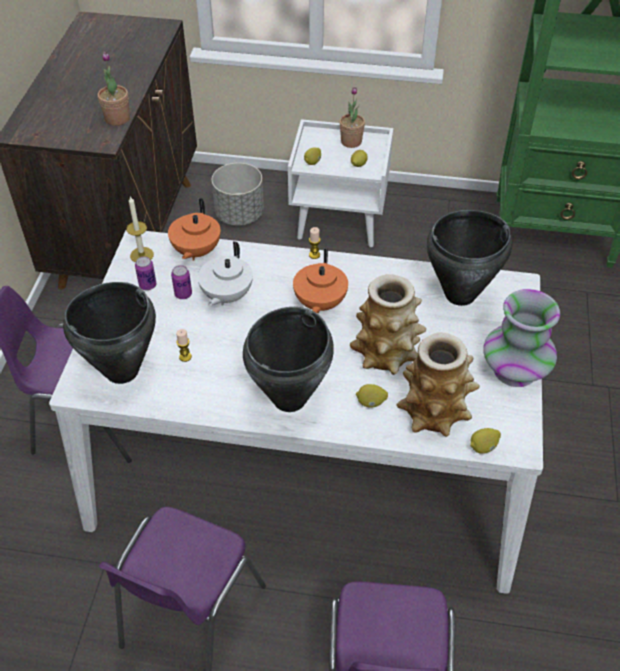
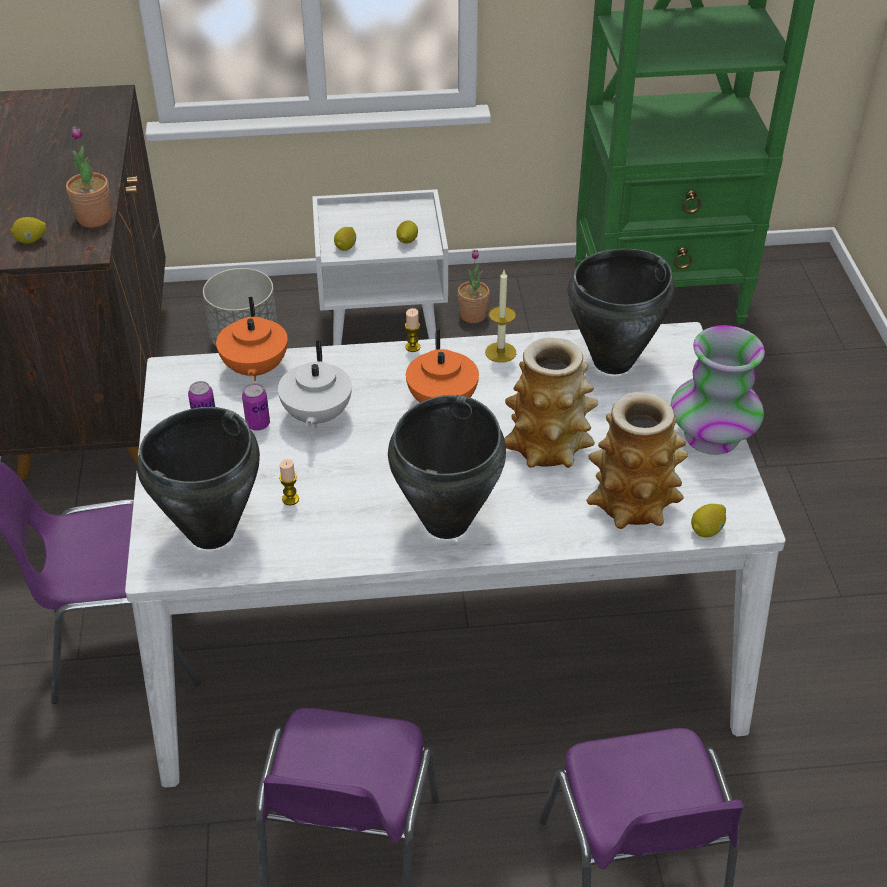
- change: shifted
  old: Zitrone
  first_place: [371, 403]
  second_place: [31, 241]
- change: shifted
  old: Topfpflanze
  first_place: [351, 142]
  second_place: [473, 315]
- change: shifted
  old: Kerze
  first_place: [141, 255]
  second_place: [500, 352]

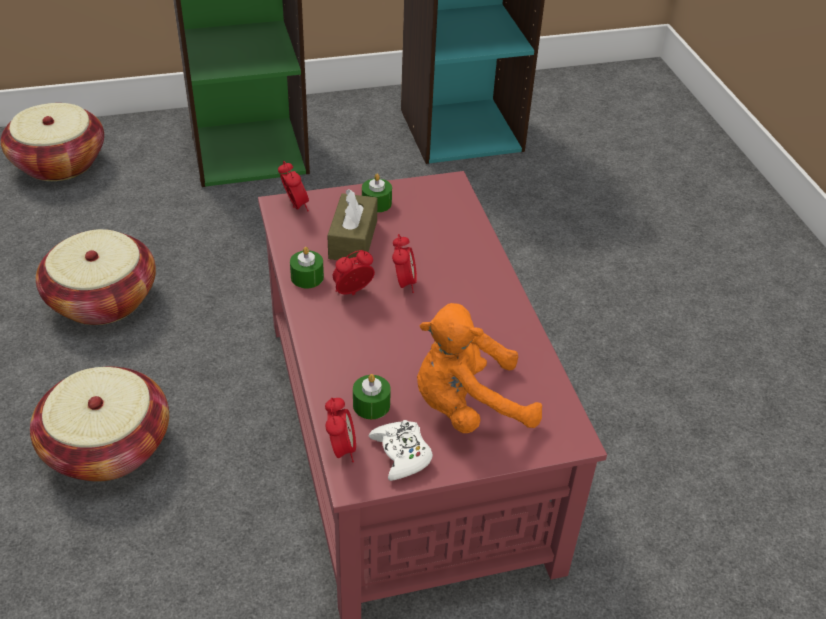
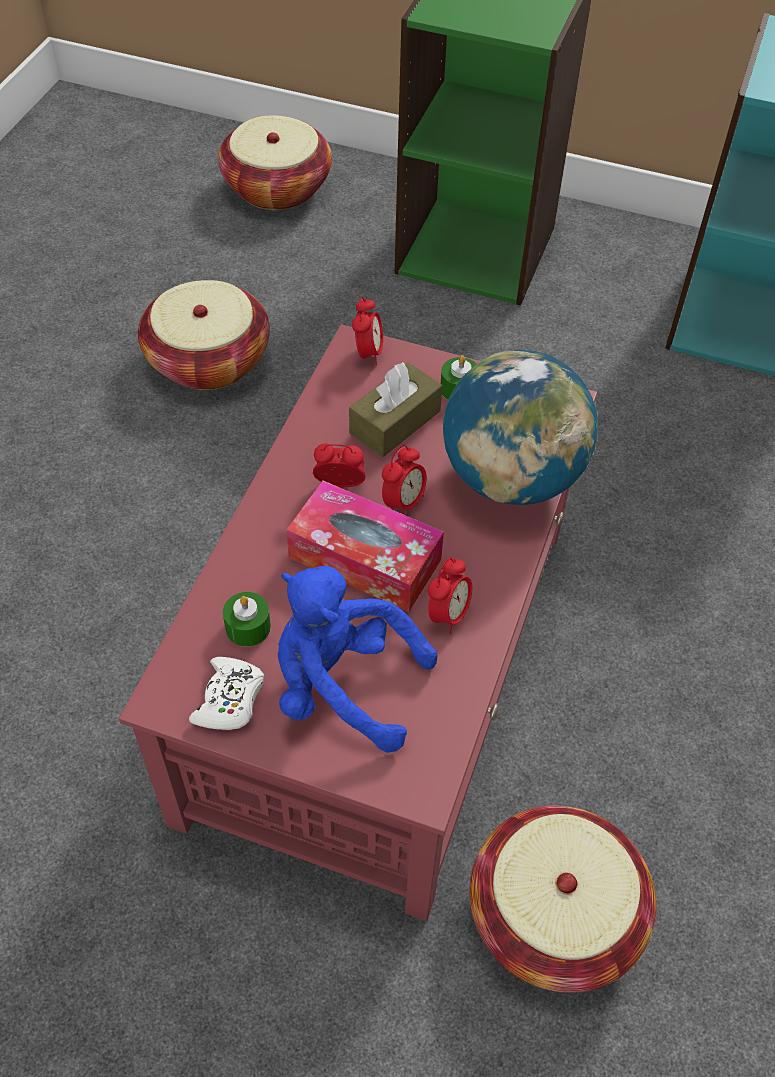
- change: repainted
  old: Plüschtier/orange
  new: Plüschtier/blau
  first_place: [467, 407]
  second_place: [343, 685]
- change: new
  new: Taschentuchbox
  second_place: [365, 558]
- change: shifted
  old: Wecker
  first_place: [341, 449]
  second_place: [448, 614]
- change: new
  new: Globus
  second_place: [511, 478]
- change: shifted
  old: Korb
  first_place: [108, 446]
  second_place: [554, 914]
- change: gone
  old: Kerze/grün
  first_place: [307, 277]

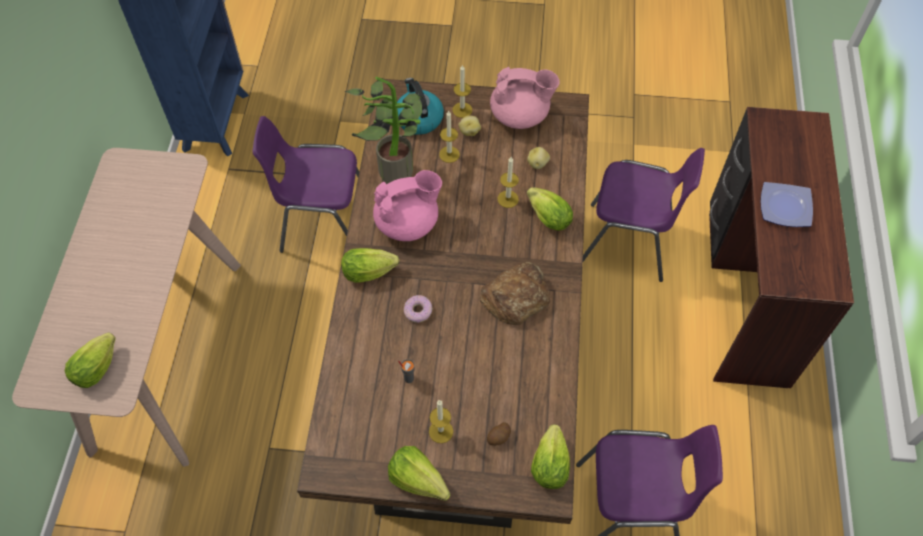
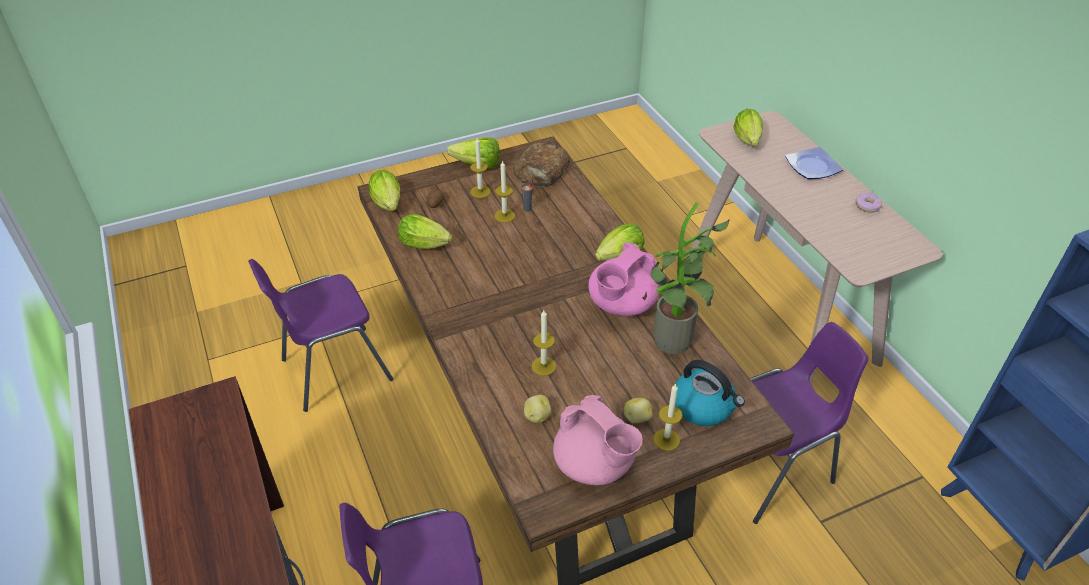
- change: shifted
  old: Salatkopf
  first_place: [546, 216]
  second_place: [427, 245]
- change: shifted
  old: Kerze
  first_place: [449, 154]
  second_place: [504, 216]
- change: shifted
  old: Brot
  first_place: [516, 297]
  second_place: [542, 171]
- change: rotated
  old: Teekanne/rosa
  first_place: [520, 116]
  second_place: [595, 465]
  degrees: -105
- change: shifted
  old: Teller
  first_place: [786, 208]
  second_place: [811, 166]
- change: shifted
  old: Donut
  first_place: [418, 311]
  second_place: [867, 206]

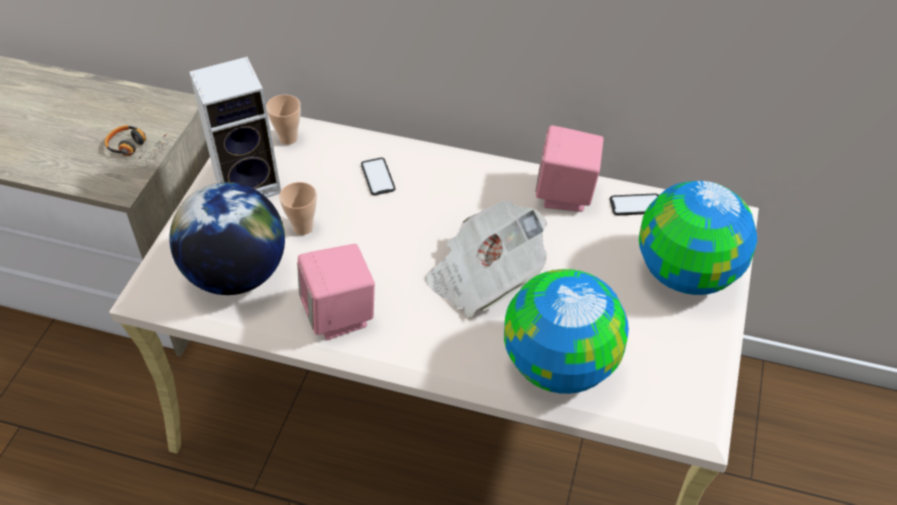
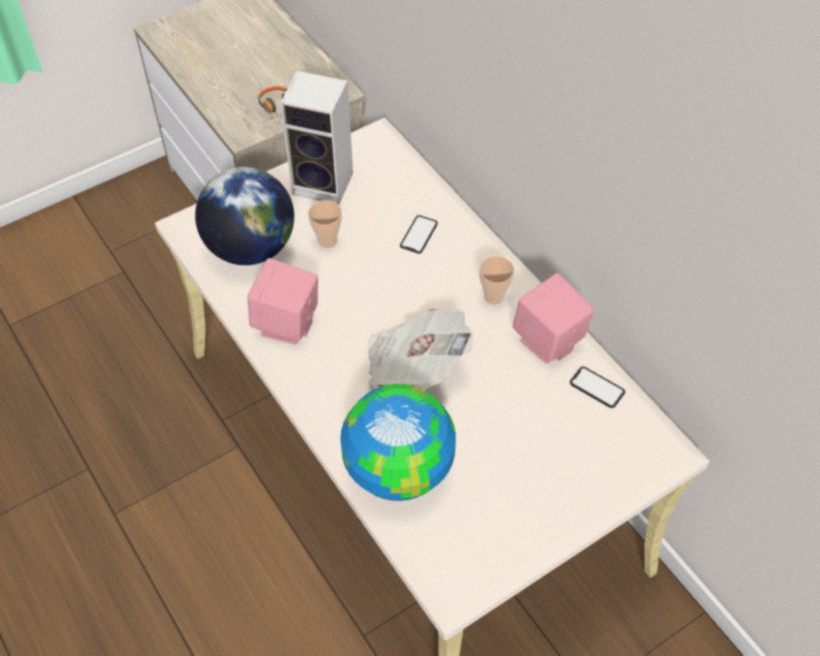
- change: shifted
  old: Tasse
  first_place: [288, 138]
  second_place: [494, 297]
- change: gone
  old: Globus
  first_place: [687, 274]

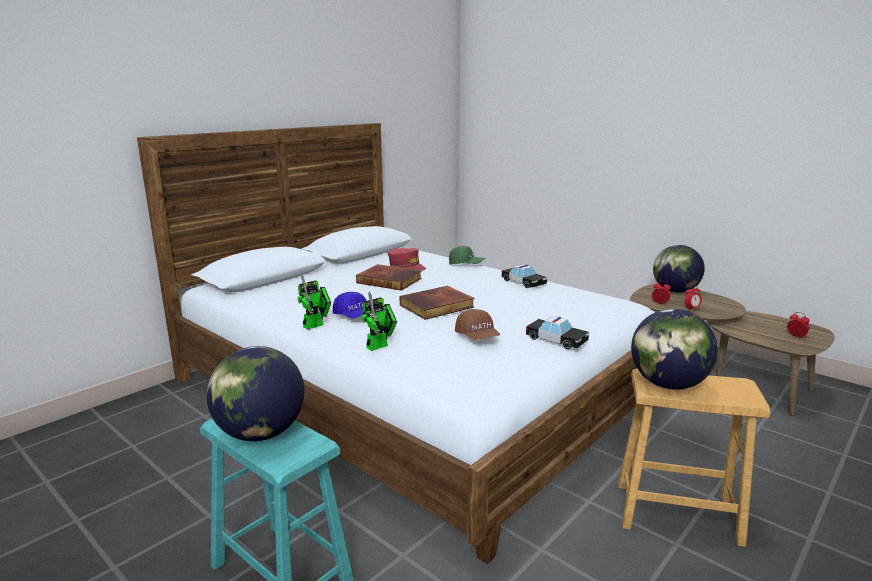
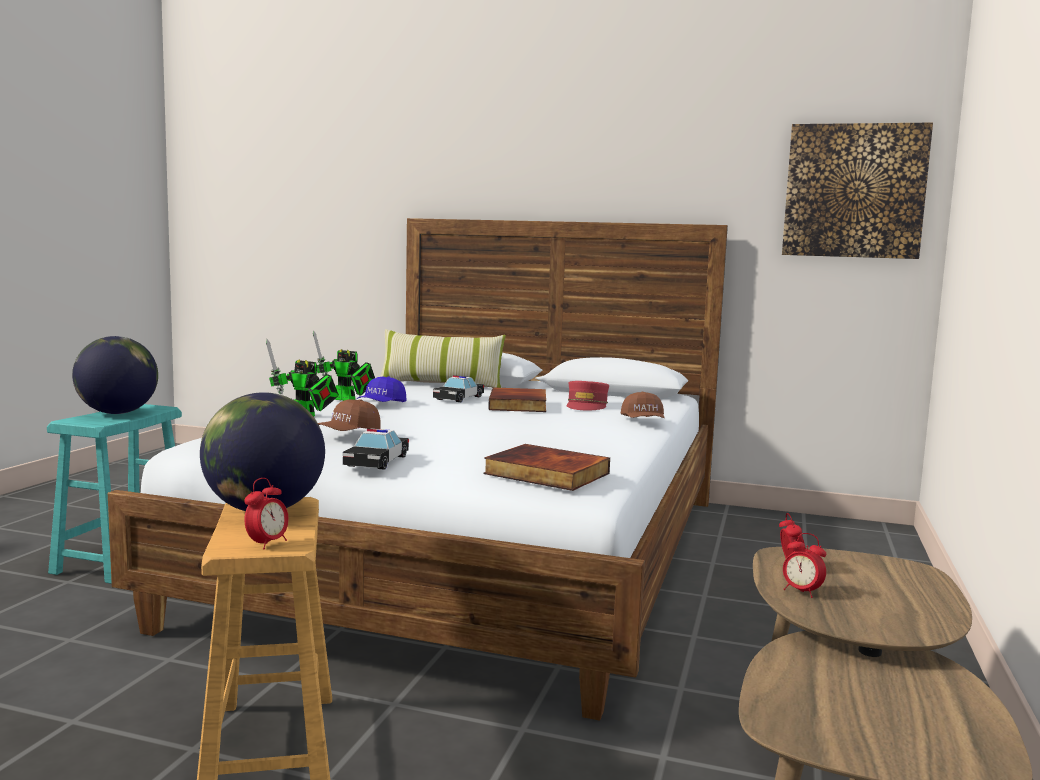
- change: shifted
  old: Wecker
  first_place: [796, 337]
  second_place: [267, 544]
- change: new
  new: Kissen
  second_place: [441, 385]
- change: shifted
  old: Spielzeugauto
  first_place: [523, 282]
  second_place: [458, 398]
- change: shifted
  old: Buch
  first_place: [437, 306]
  second_place: [545, 474]
- change: repainted
  old: Kappe/grün
  new: Kappe/braun
  first_place: [466, 264]
  second_place: [643, 421]
- change: new
  new: Bild
  second_place: [854, 191]
- change: gone
  old: Globus
  first_place: [674, 291]

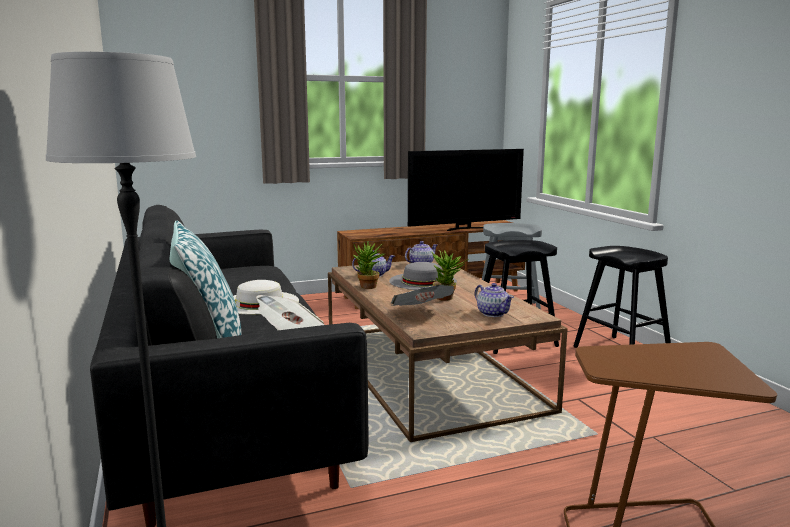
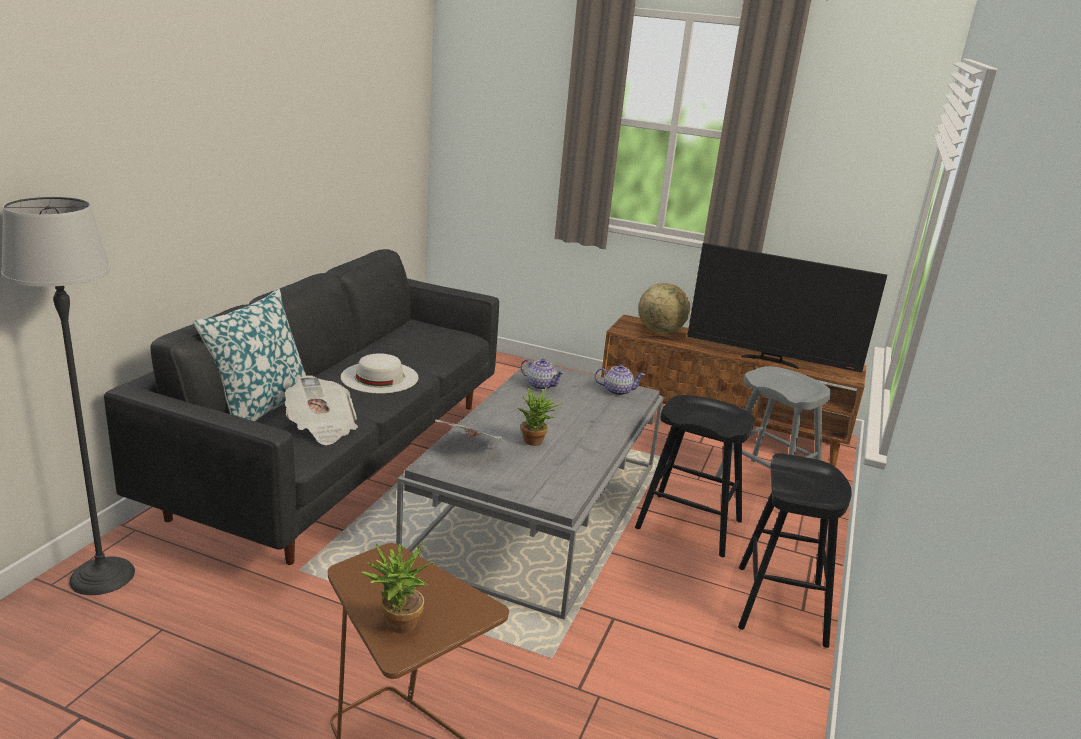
- change: shifted
  old: Topfpflanze
  first_place: [368, 288]
  second_place: [397, 626]
- change: repainted
  old: Couchtisch/braun
  new: Couchtisch/grau
  first_place: [427, 370]
  second_place: [538, 509]
- change: new
  new: Globus
  second_place: [660, 332]
- change: gone
  old: Hut/grau
  first_place: [422, 281]
- change: gone
  old: Teekanne
  first_place: [493, 313]

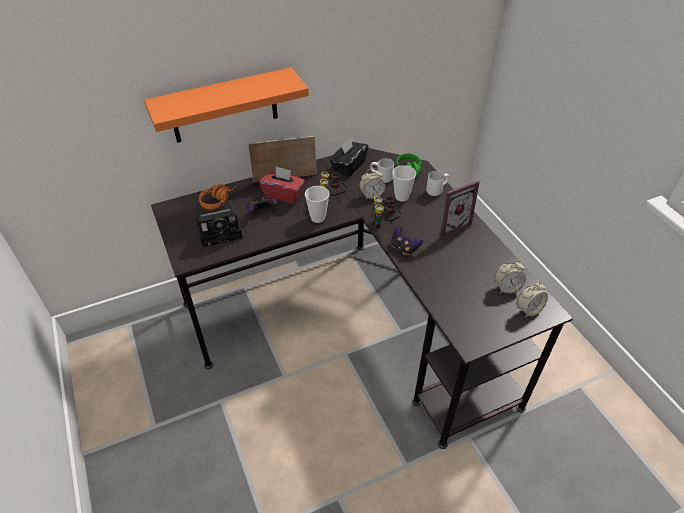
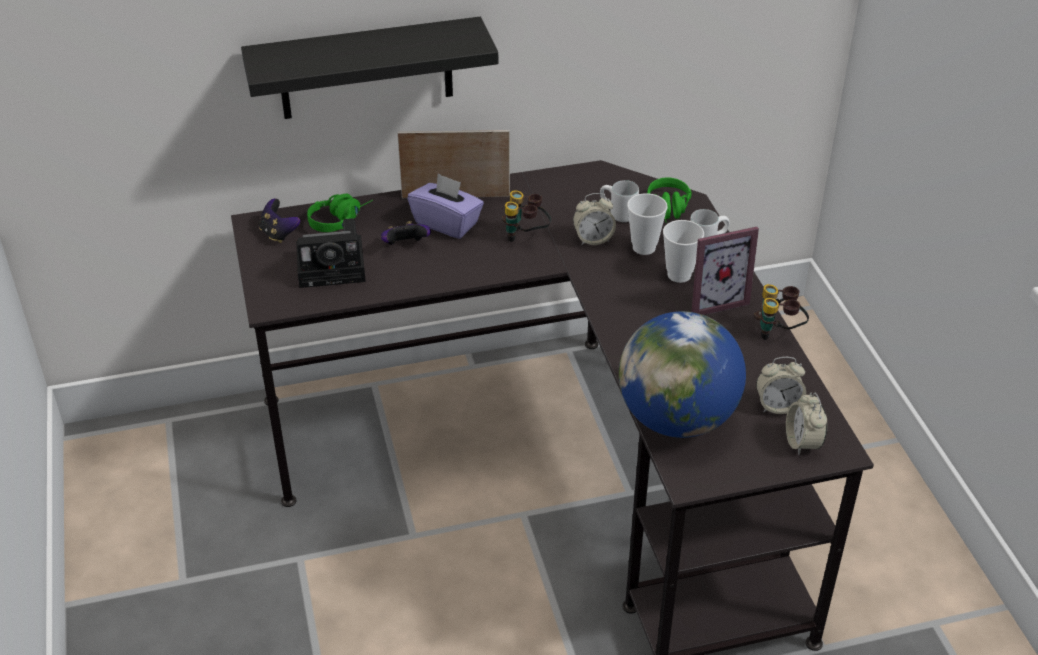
- change: repainted
  old: Wandregal/orange
  new: Wandregal/schwarz
  first_place: [224, 106]
  second_place: [366, 69]
- change: shifted
  old: Gamepad
  first_place: [404, 248]
  second_place: [278, 233]
- change: repainted
  old: Kopfhörer/orange
  new: Kopfhörer/grün
  first_place: [219, 199]
  second_place: [340, 219]
- change: repainted
  old: Taschentuchbox/rot
  new: Taschentuchbox/lila
  first_place: [283, 195]
  second_place: [447, 223]
- change: new
  new: Globus
  second_place: [677, 418]
- change: shifted
  old: Tasse
  first_place: [318, 218]
  second_place: [679, 275]
- change: shifted
  old: Fernglas
  first_place: [384, 223]
  second_place: [778, 333]
- change: rotated
  old: Wecker
  first_place: [528, 310]
  second_place: [802, 442]
  degrees: 105
- change: gone
  old: Taschentuchbox/schwarz
  first_place: [348, 166]

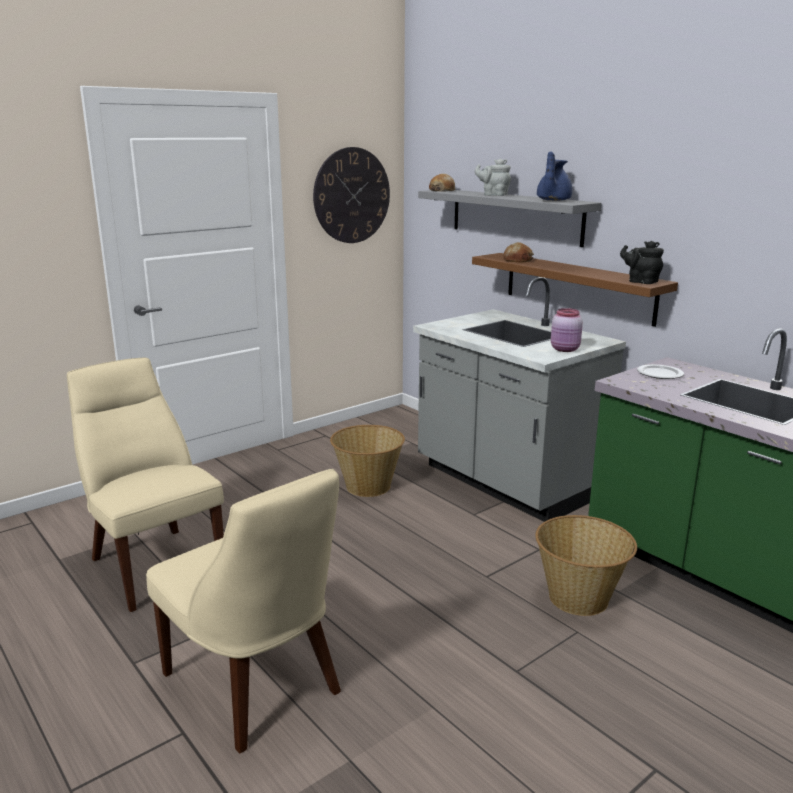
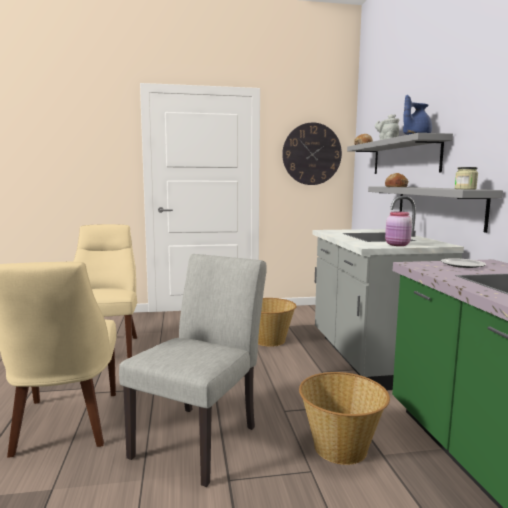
- change: new
  new: Stuhl/grau
  second_place: [201, 436]
- change: repainted
  old: Wandregal/braun
  new: Wandregal/grau
  first_place: [578, 287]
  second_place: [437, 206]
- change: swapped
  old: Teekanne/schwarz
  new: Vorratsglas
  first_place: [641, 281]
  second_place: [465, 189]

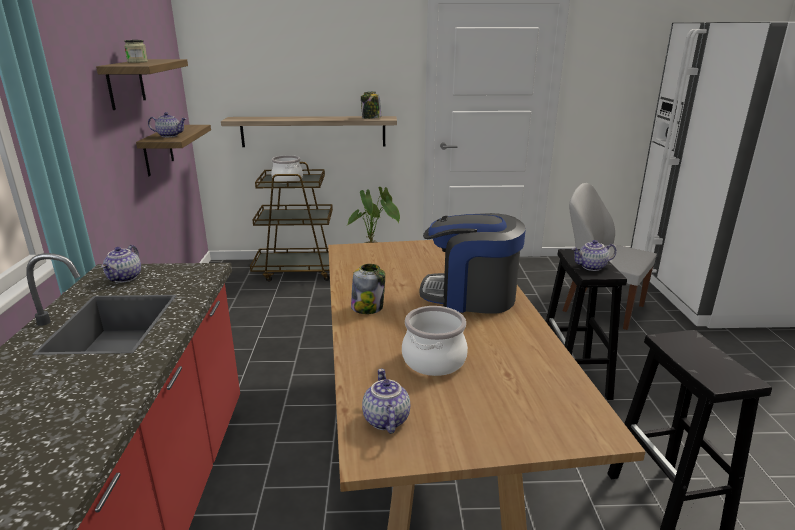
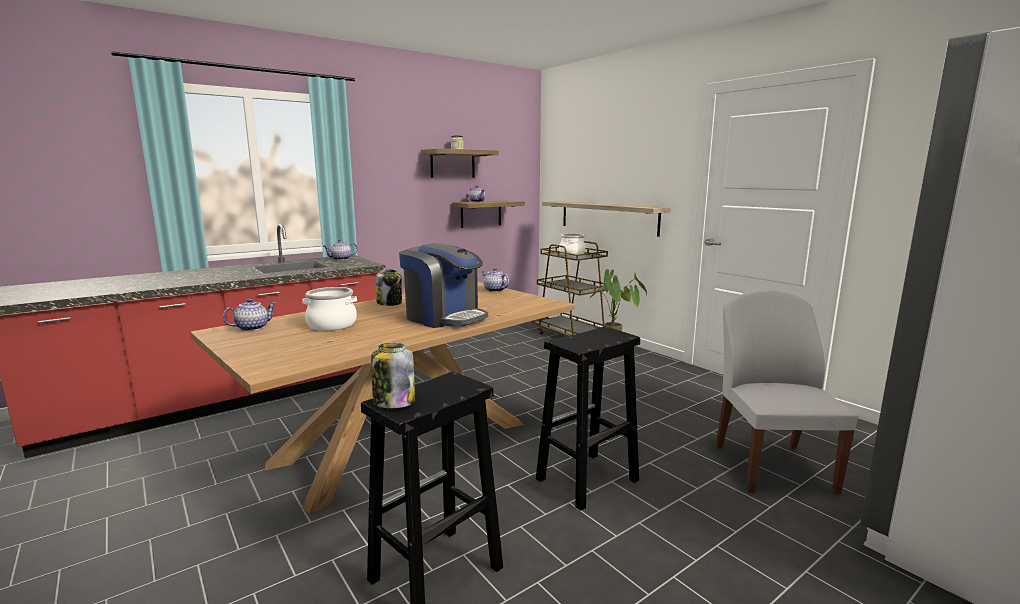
- change: shifted
  old: Vorratsglas
  first_place: [371, 118]
  second_place: [393, 402]
- change: rotated
  old: Kaffeemaschine
  first_place: [470, 296]
  second_place: [444, 317]
  degrees: 150
- change: shifted
  old: Teekanne
  first_place: [591, 267]
  second_place: [494, 290]

